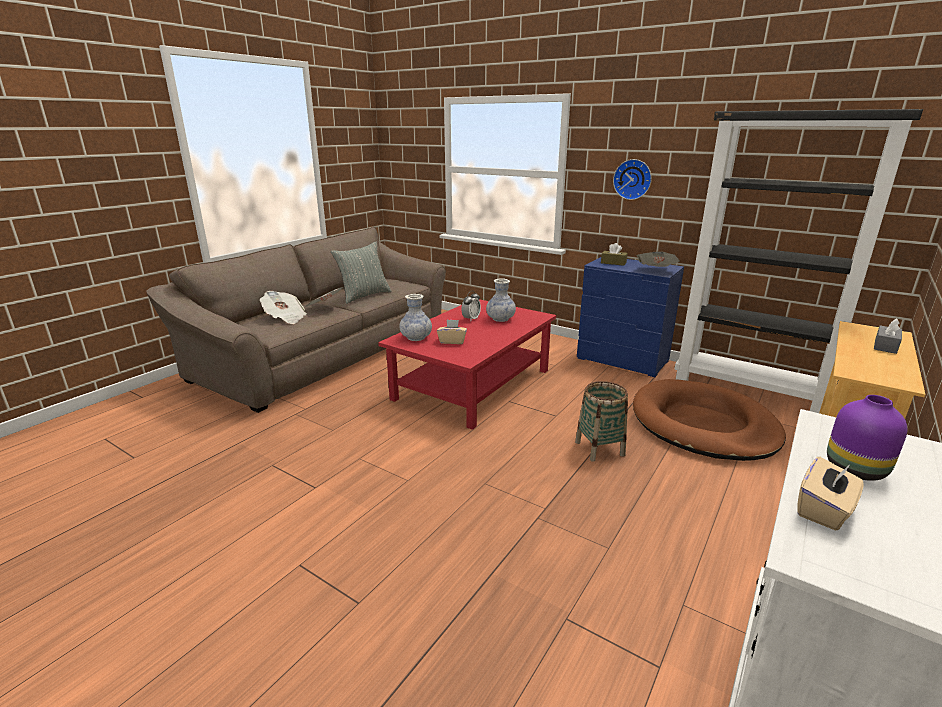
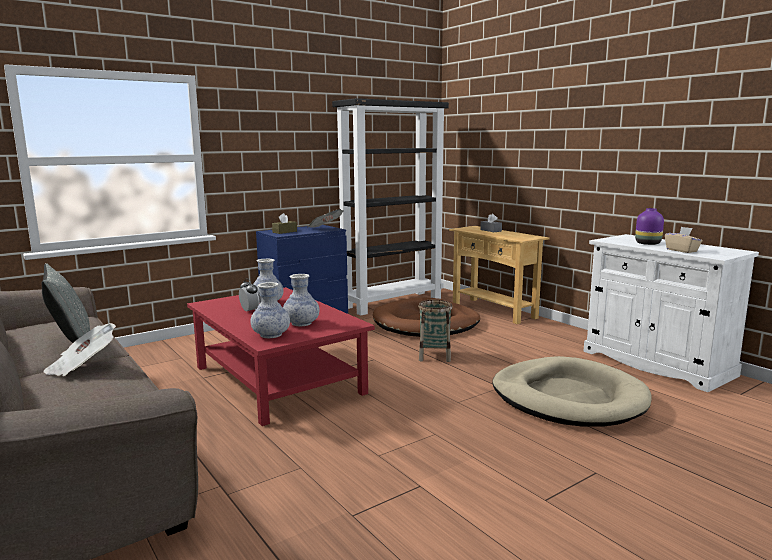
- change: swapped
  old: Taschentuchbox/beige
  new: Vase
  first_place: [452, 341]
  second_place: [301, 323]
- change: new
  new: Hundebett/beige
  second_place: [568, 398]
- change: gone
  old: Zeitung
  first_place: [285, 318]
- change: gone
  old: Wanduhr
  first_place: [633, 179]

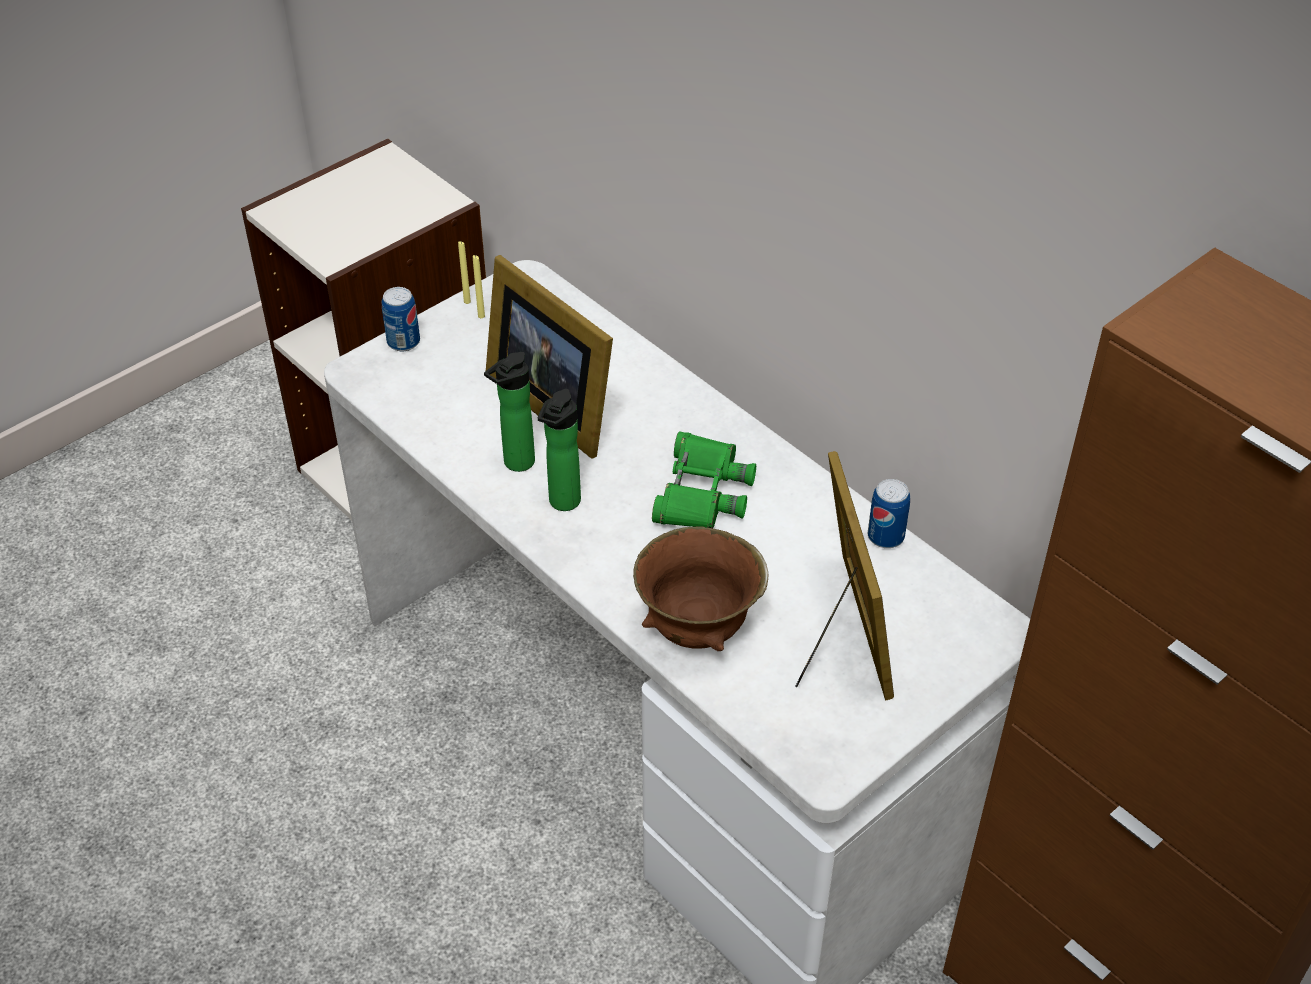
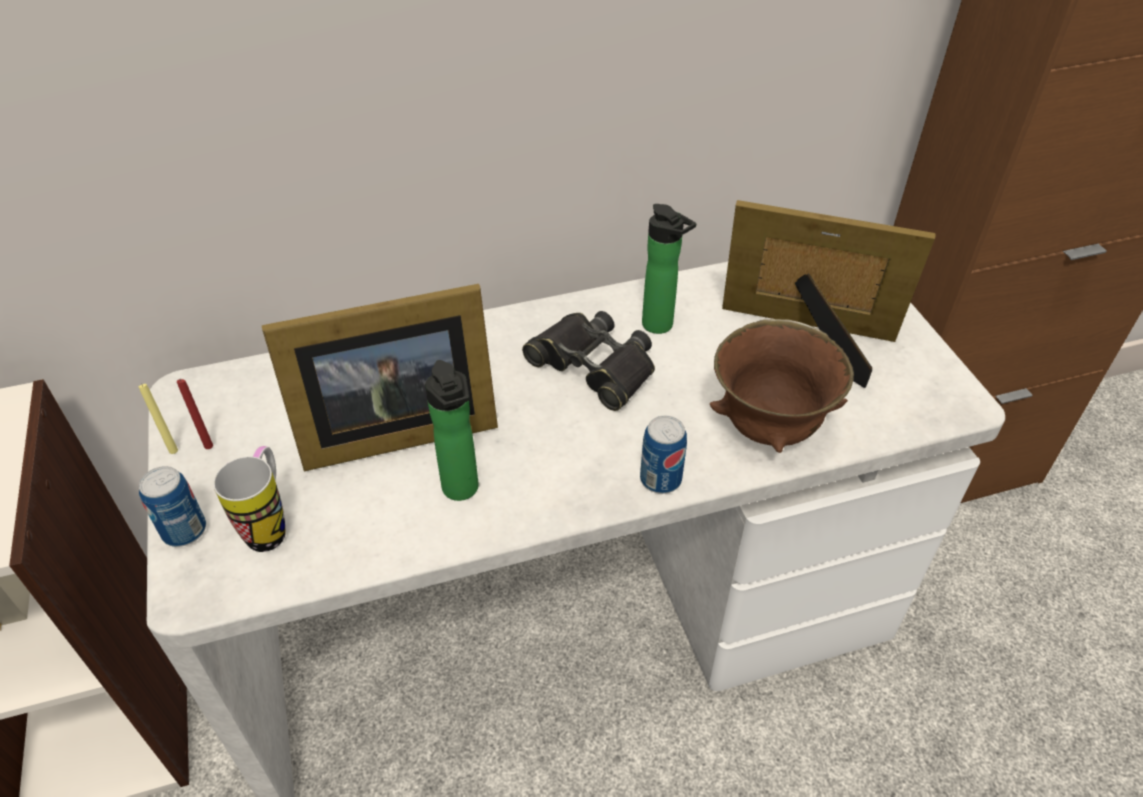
- change: repainted
  old: Kerze/gelb
  new: Kerze/rot
  first_place: [481, 316]
  second_place: [208, 446]
- change: new
  new: Henkelbecher
  second_place: [271, 525]
- change: repainted
  old: Fernglas/grün
  new: Fernglas/schwarz
  first_place: [702, 492]
  second_place: [593, 366]
- change: shifted
  old: Dose
  first_place: [885, 536]
  second_place: [660, 479]
- change: shifted
  old: Flasche
  first_place: [562, 504]
  second_place: [661, 326]

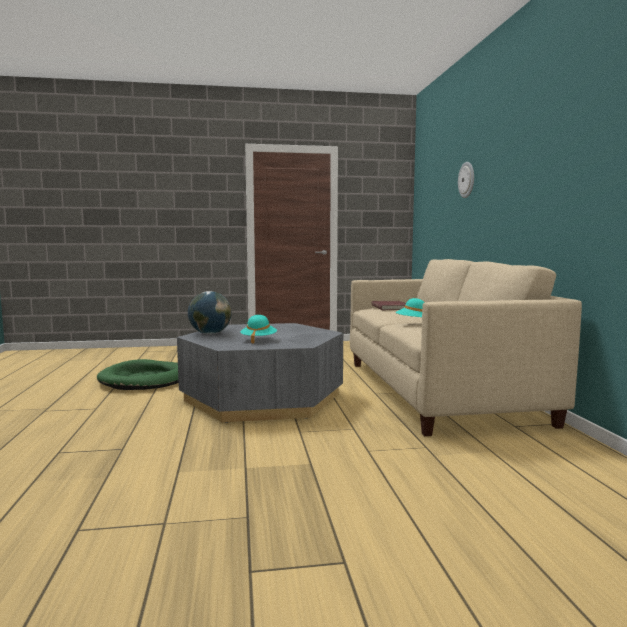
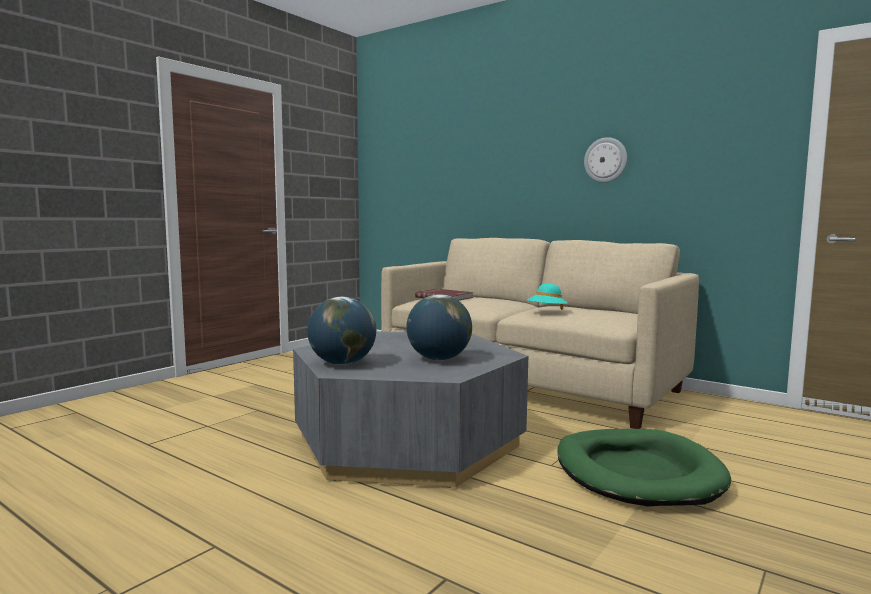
- change: swapped
  old: Hut/türkis
  new: Globus
  first_place: [258, 340]
  second_place: [439, 359]
- change: shifted
  old: Hundebett/grün
  first_place: [147, 379]
  second_place: [637, 473]
- change: shifted
  old: Wanduhr
  first_place: [467, 180]
  second_place: [605, 160]

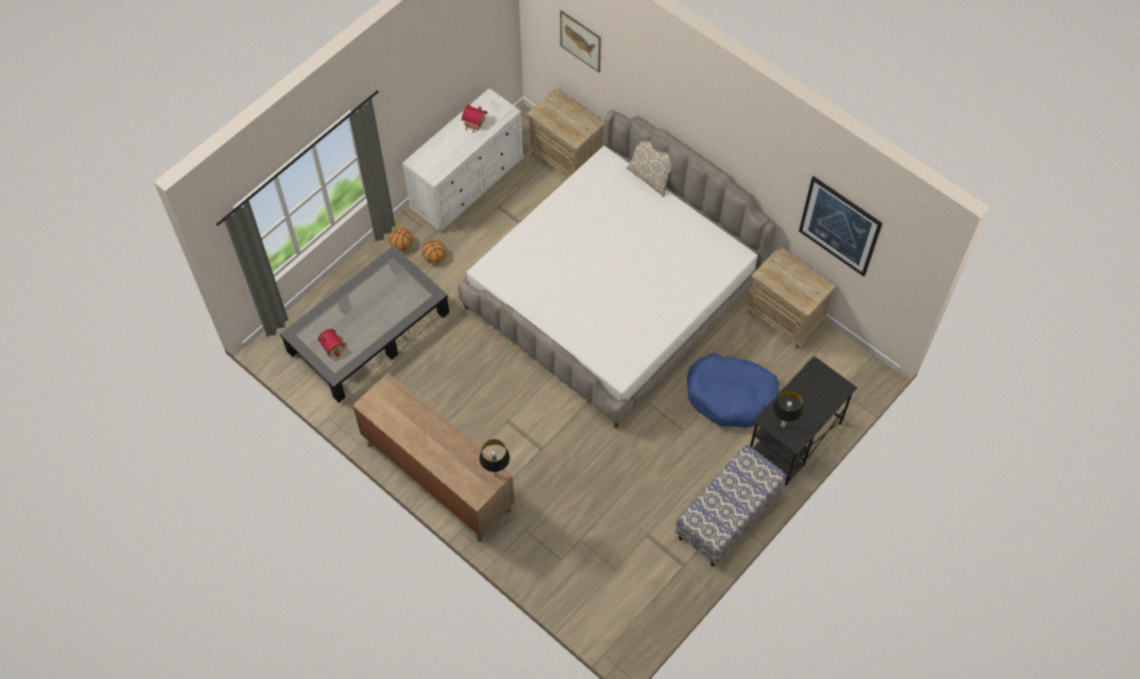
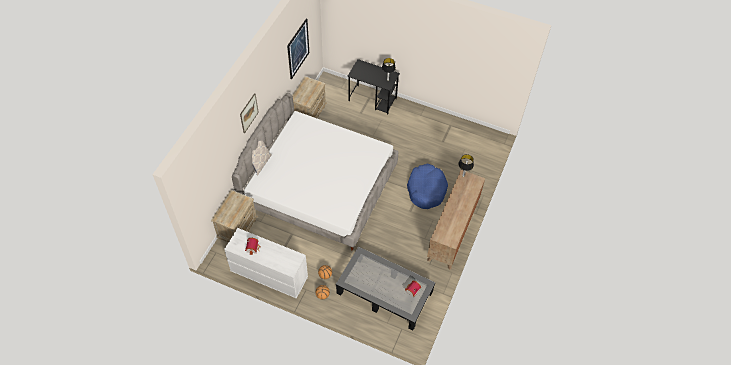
- change: shifted
  old: Bild
  first_place: [580, 41]
  second_place: [249, 113]
- change: shifted
  old: Hundebett/blau
  first_place: [731, 396]
  second_place: [426, 190]
- change: gone
  old: Bank
  first_place: [728, 517]

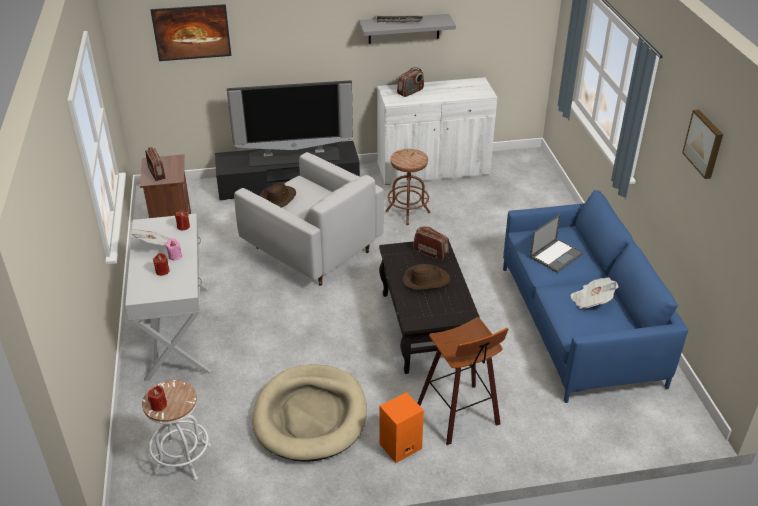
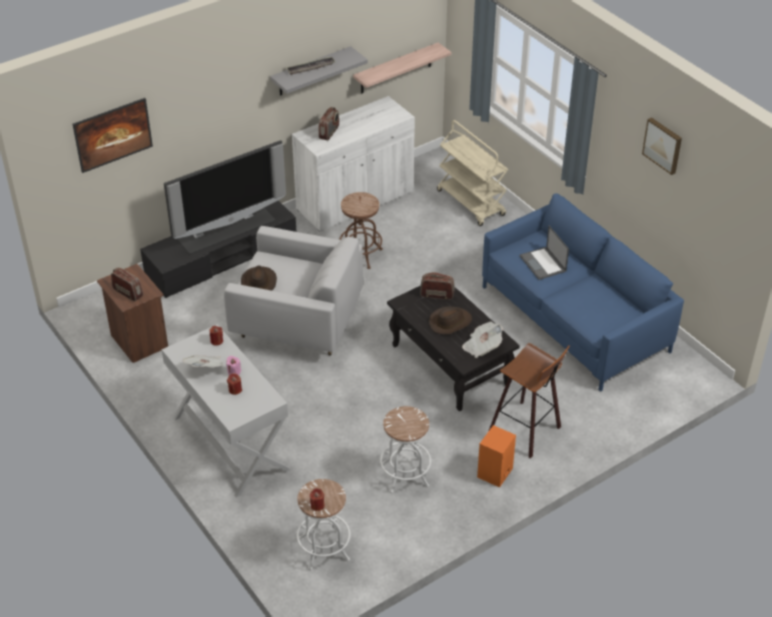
- change: new
  new: Wandregal
  second_place: [396, 68]
- change: swapped
  old: Hundebett/beige
  new: Hocker/weiß
  first_place: [310, 416]
  second_place: [405, 475]
- change: new
  new: Rollwagen/beige
  second_place: [471, 203]
- change: shifted
  old: Zeitung
  first_place: [591, 301]
  second_place: [482, 347]
- change: rotated
  old: Laptop
  first_place: [556, 255]
  second_place: [543, 264]
  degrees: 135

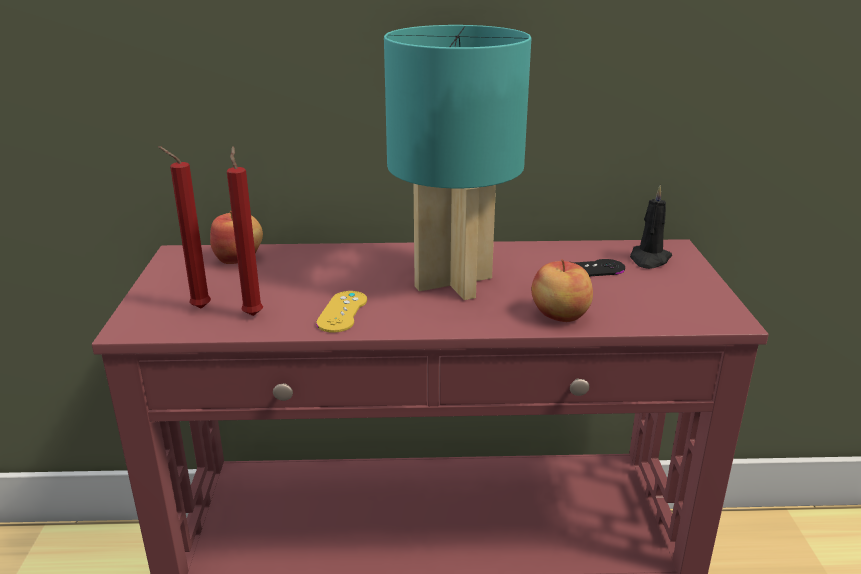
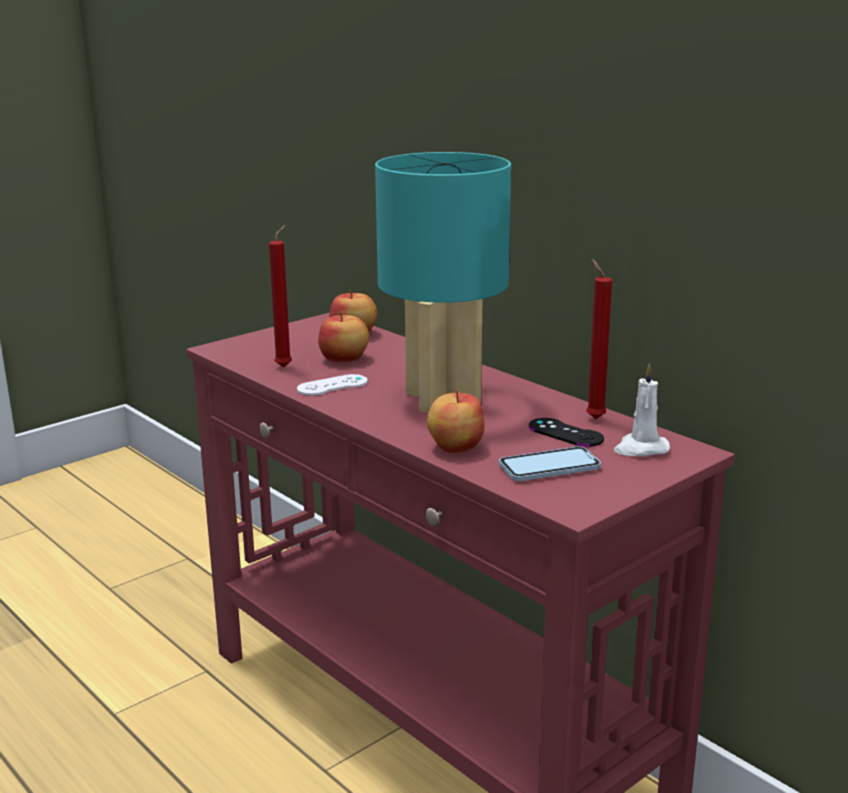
- change: repainted
  old: Gamepad/gelb
  new: Gamepad/weiß
  first_place: [342, 312]
  second_place: [332, 385]
- change: new
  new: Apfel
  second_place: [344, 359]
- change: new
  new: Handy
  second_place: [549, 467]
- change: shifted
  old: Kerze/rot
  first_place: [198, 308]
  second_place: [593, 418]
- change: repainted
  old: Kerze/schwarz
  new: Kerze/weiß
  first_place: [649, 259]
  second_place: [640, 449]

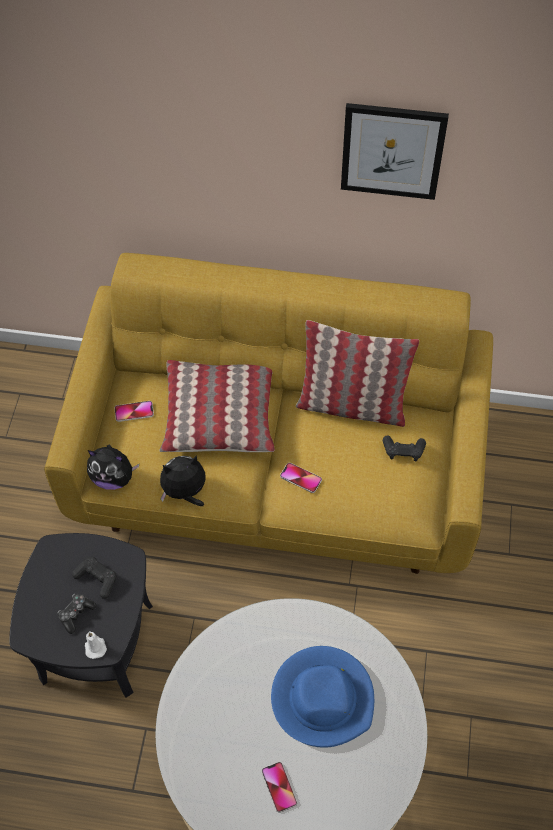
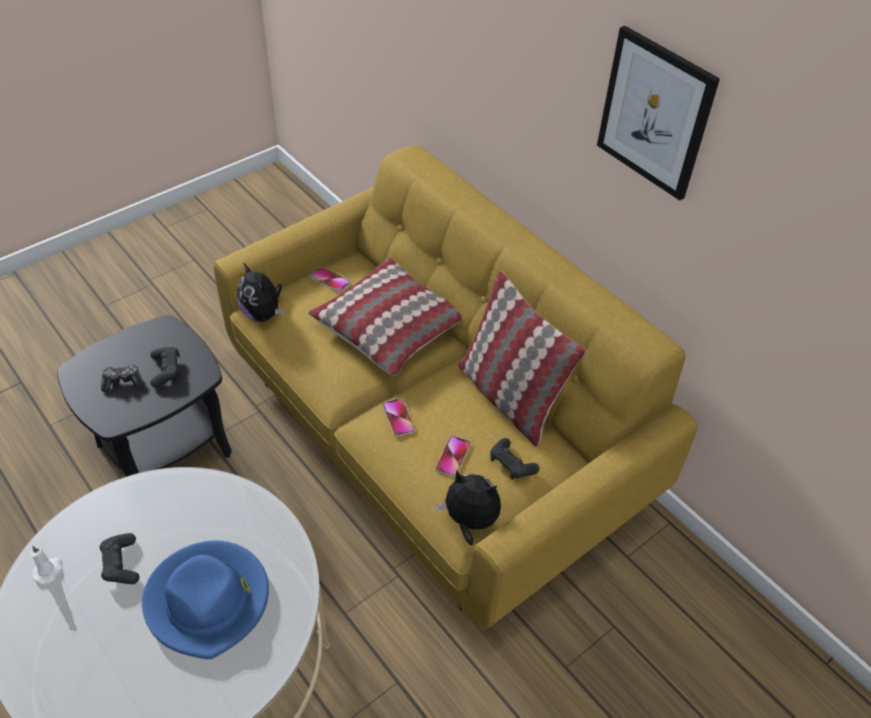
- change: shifted
  old: Kerze/weiß
  first_place: [95, 646]
  second_place: [49, 570]
- change: new
  new: Gamepad/schwarz
  second_place: [121, 564]
- change: shifted
  old: Handy
  first_place: [279, 787]
  second_place: [453, 457]
- change: shifted
  old: Plüschtier
  first_place: [185, 492]
  second_place: [469, 521]

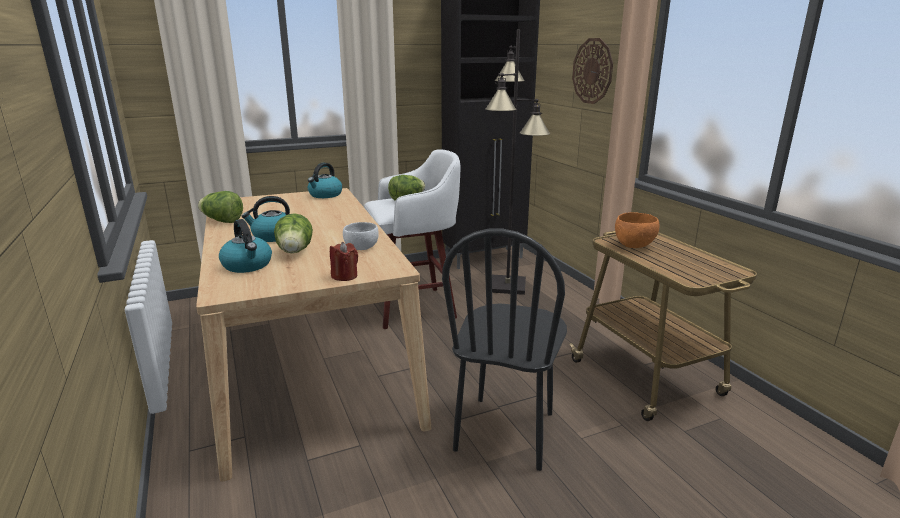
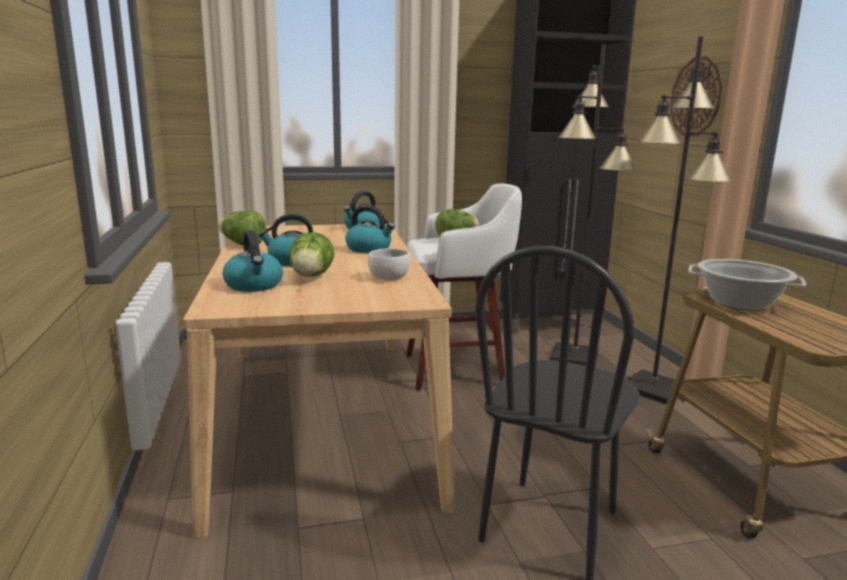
- change: new
  new: Wasserkessel
  second_place: [369, 249]
- change: new
  new: Stehlampe/schwarz
  second_place: [654, 388]
- change: swapped
  old: Schüssel/orange
  new: Kochtopf
  first_place: [634, 246]
  second_place: [740, 303]
- change: gone
  old: Kerze/rot
  first_place: [344, 276]

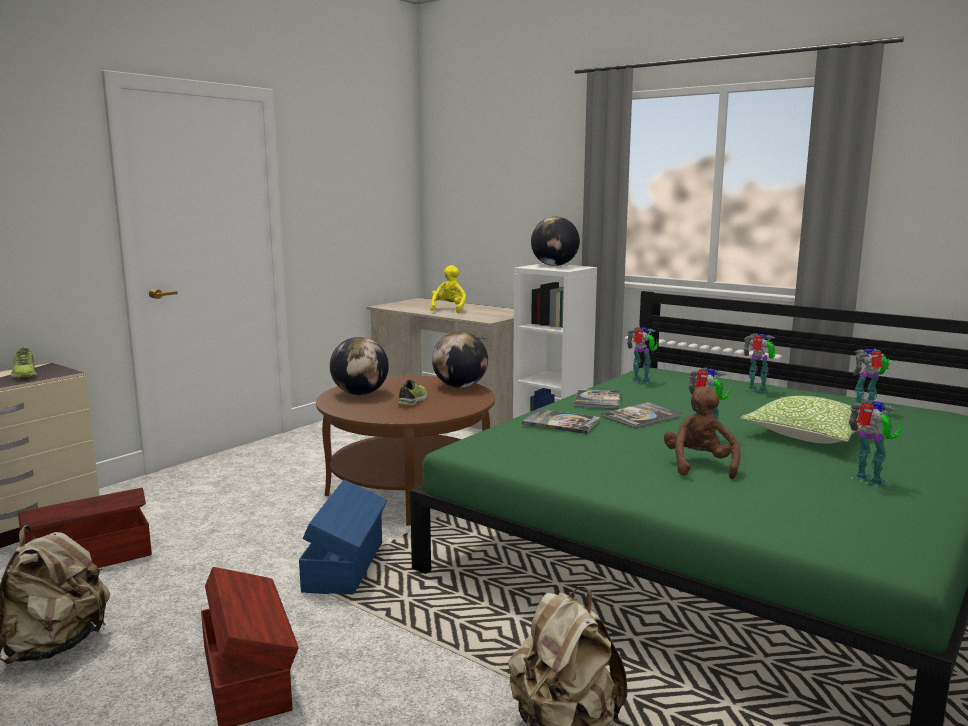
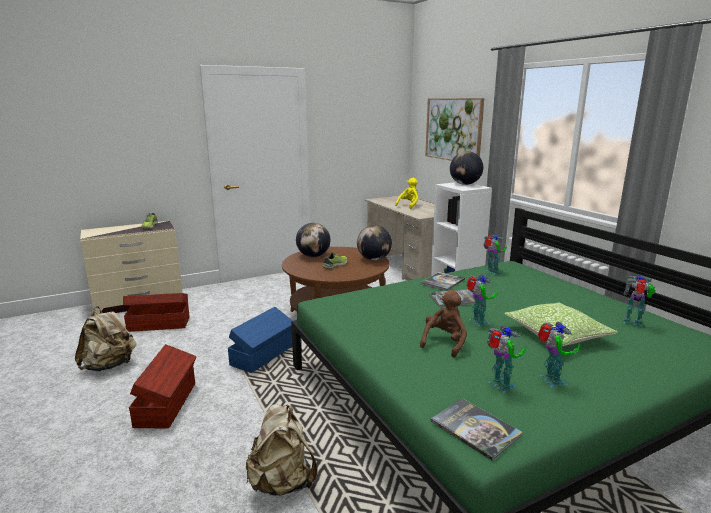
- change: new
  new: Bild
  second_place: [453, 129]
- change: shifted
  old: Buch
  first_place: [561, 422]
  second_place: [475, 428]
- change: shifted
  old: Spielzeugroboter
  first_place: [758, 390]
  second_place: [501, 386]

